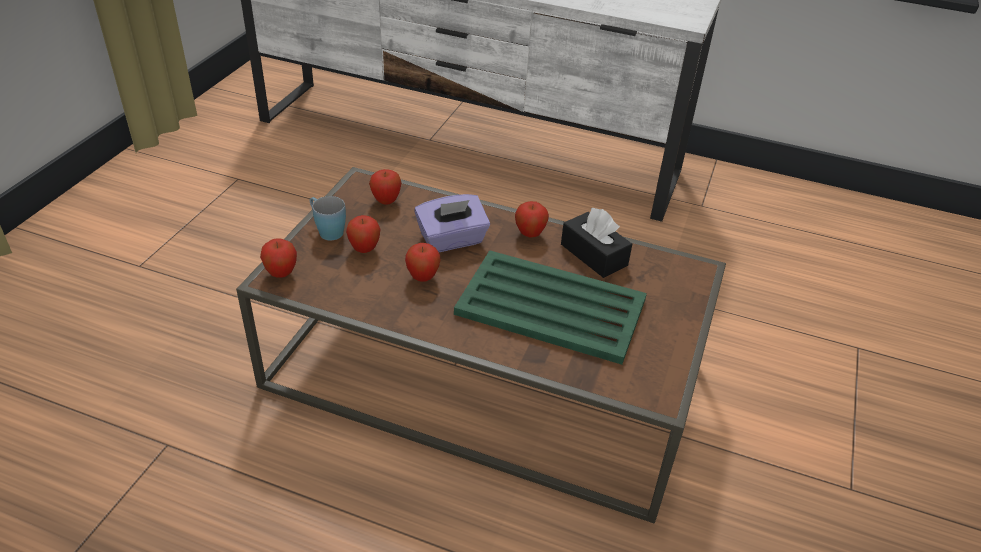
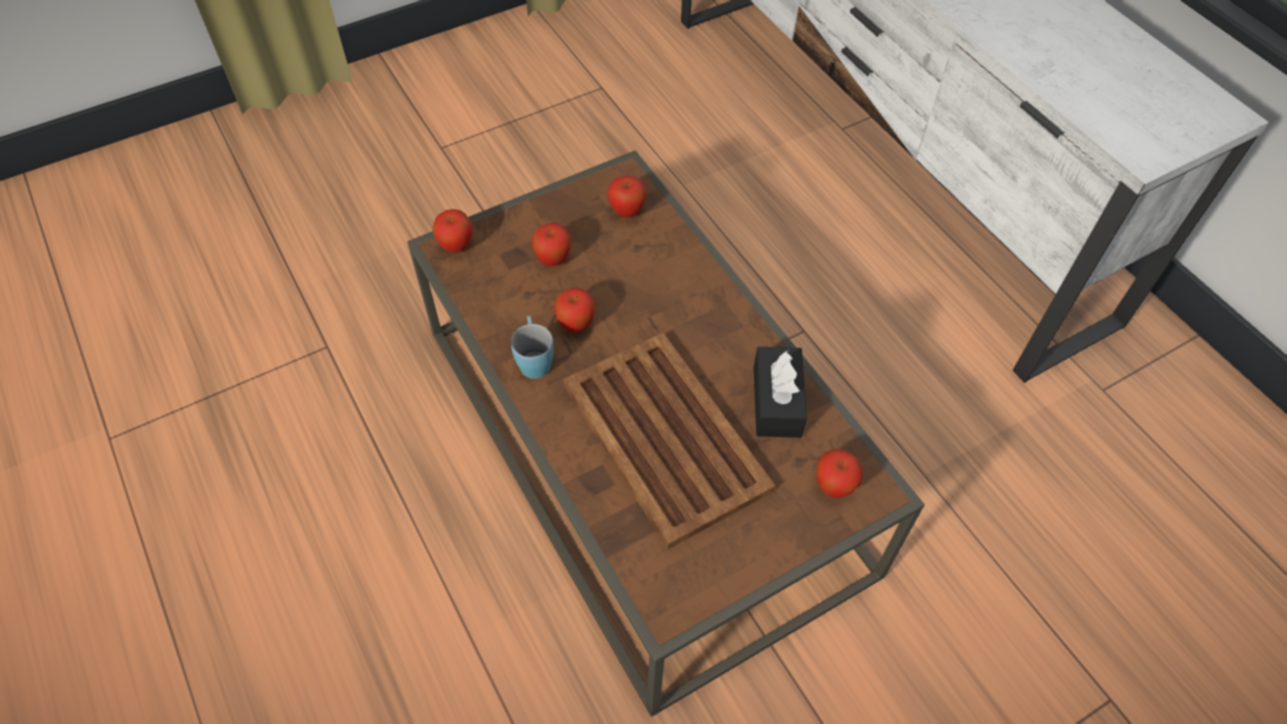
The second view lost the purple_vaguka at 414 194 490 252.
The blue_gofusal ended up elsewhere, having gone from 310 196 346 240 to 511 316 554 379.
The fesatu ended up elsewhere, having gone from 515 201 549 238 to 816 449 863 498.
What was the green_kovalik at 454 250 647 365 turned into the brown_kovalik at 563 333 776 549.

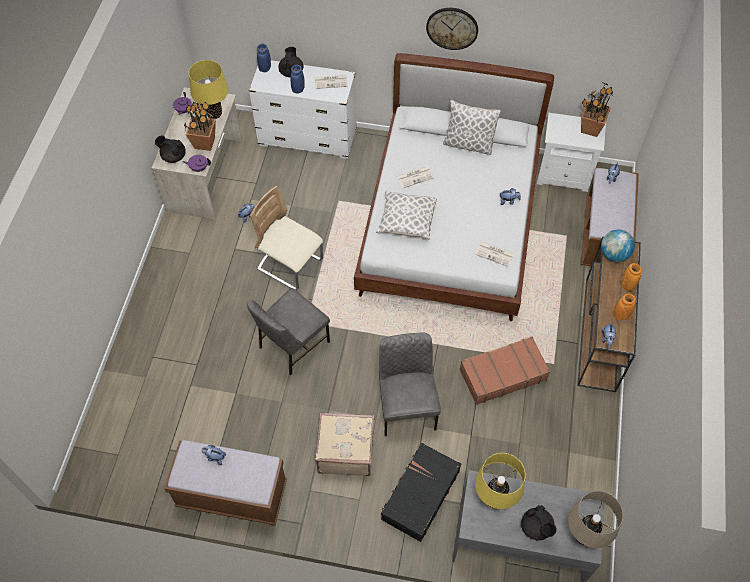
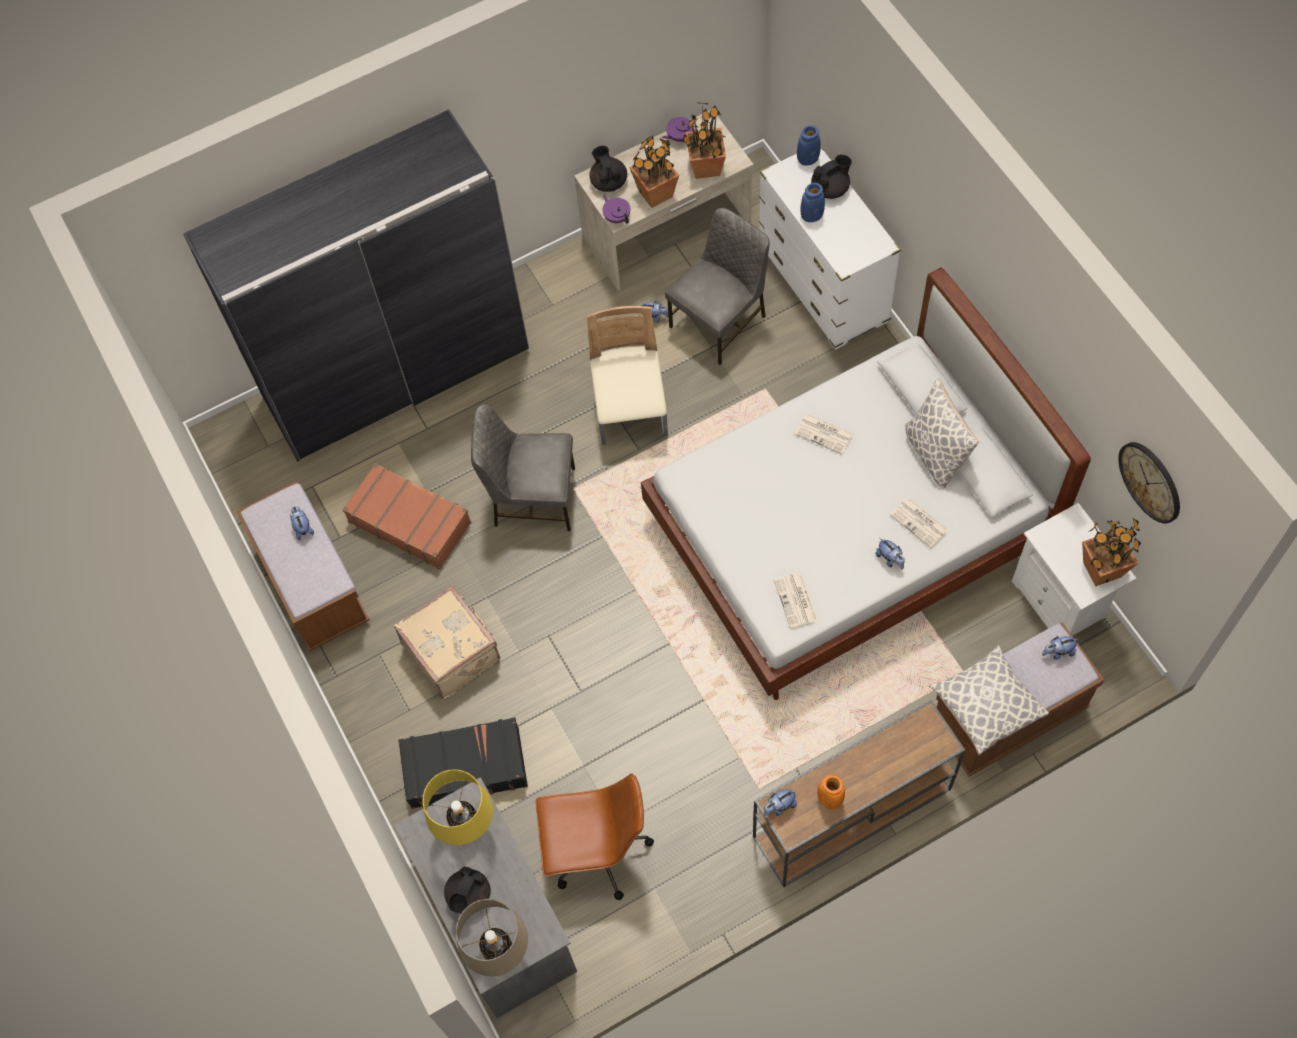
The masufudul ended up elsewhere, having gone from 426 8 478 50 to 1118 442 1180 524.
Where the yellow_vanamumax stood at 189 60 228 119, the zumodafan came to stand at 682 102 726 179.
The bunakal ended up elsewhere, having gone from 315 75 348 89 to 890 498 949 548.
The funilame ended up elsewhere, having gone from 376 190 437 240 to 929 645 1049 755.
The second view lost the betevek at 601 229 635 262.
The second view lost the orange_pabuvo at 621 263 642 291.
The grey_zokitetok ended up elsewhere, having gone from 379 332 441 436 to 665 208 770 365.
The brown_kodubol ended up elsewhere, having gone from 460 337 551 405 to 343 463 471 569.
The second view gained the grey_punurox at 183 109 529 462.
The second view gained the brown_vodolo at 535 773 654 900.

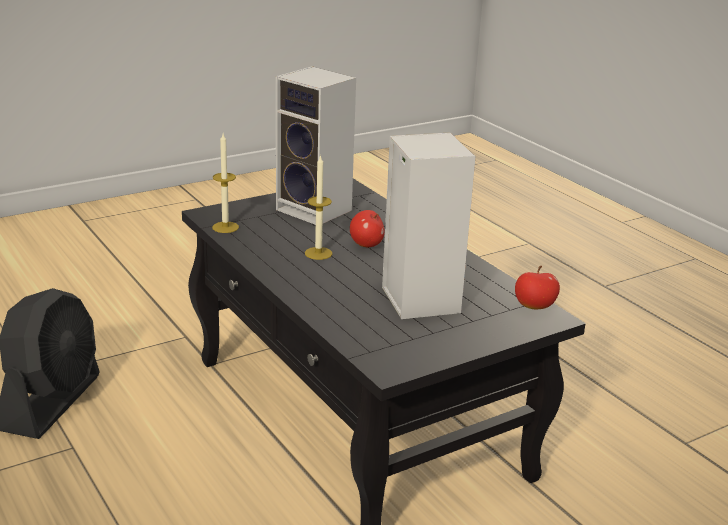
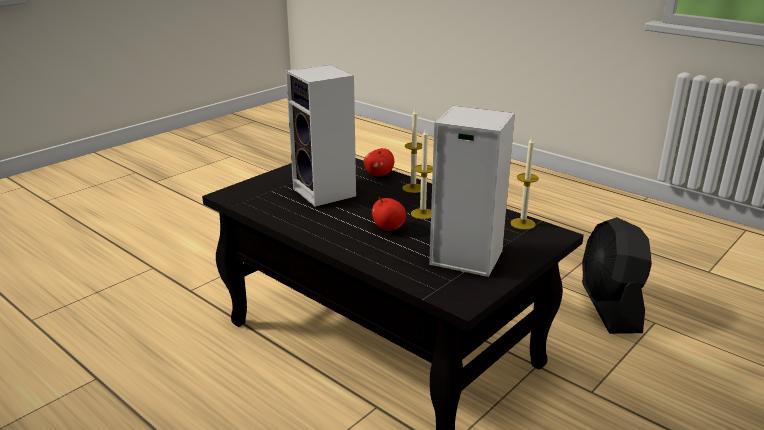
The fesatu ended up elsewhere, having gone from 515 266 560 309 to 364 148 394 176.
The second view gained the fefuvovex at 402 109 422 193.

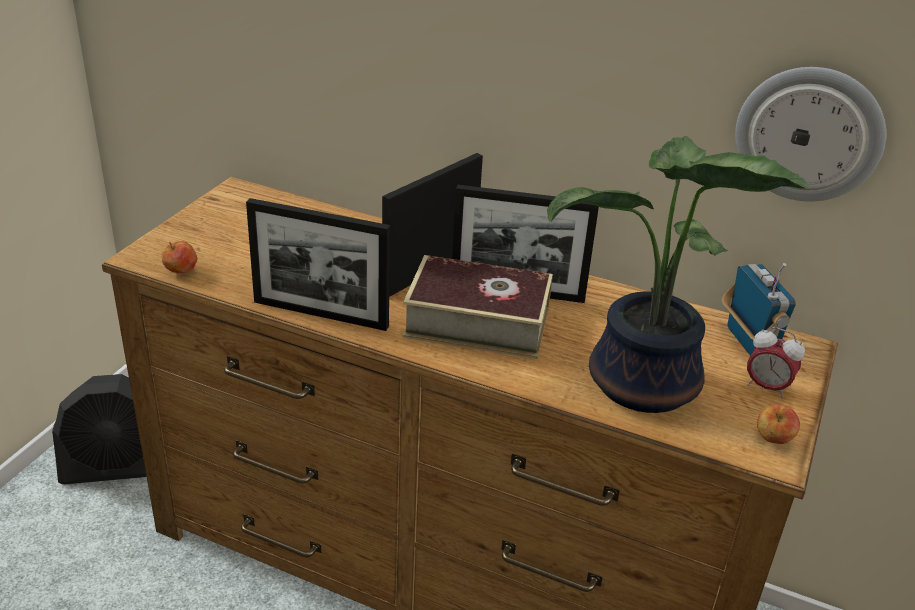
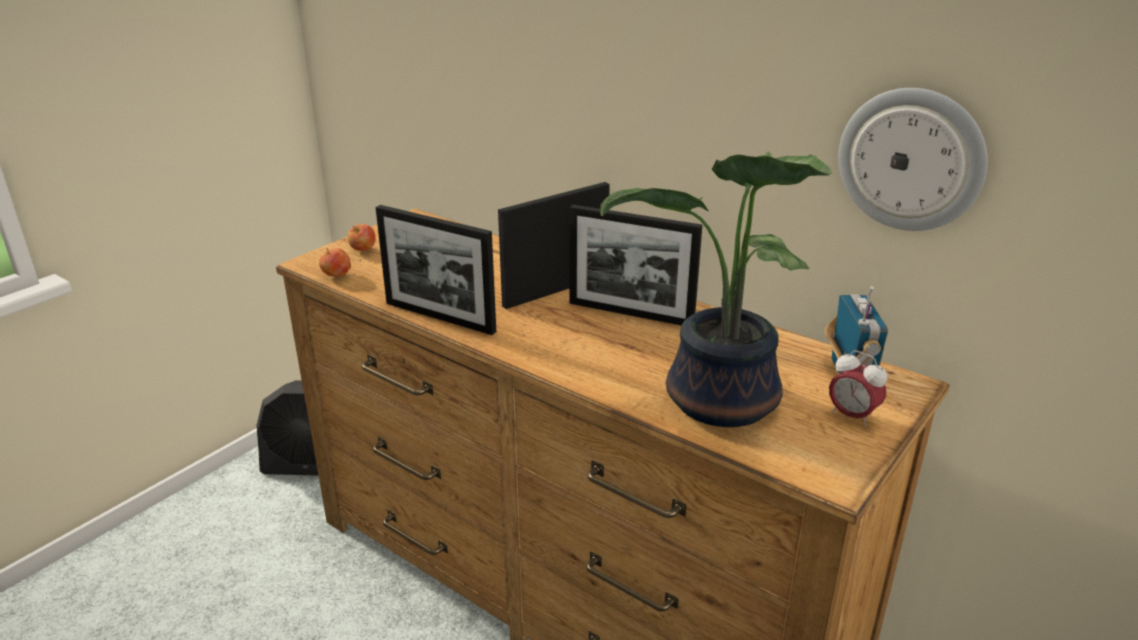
The second view lost the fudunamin at 403 255 553 359.
The fesatu ended up elsewhere, having gone from 757 404 800 444 to 348 224 376 251.

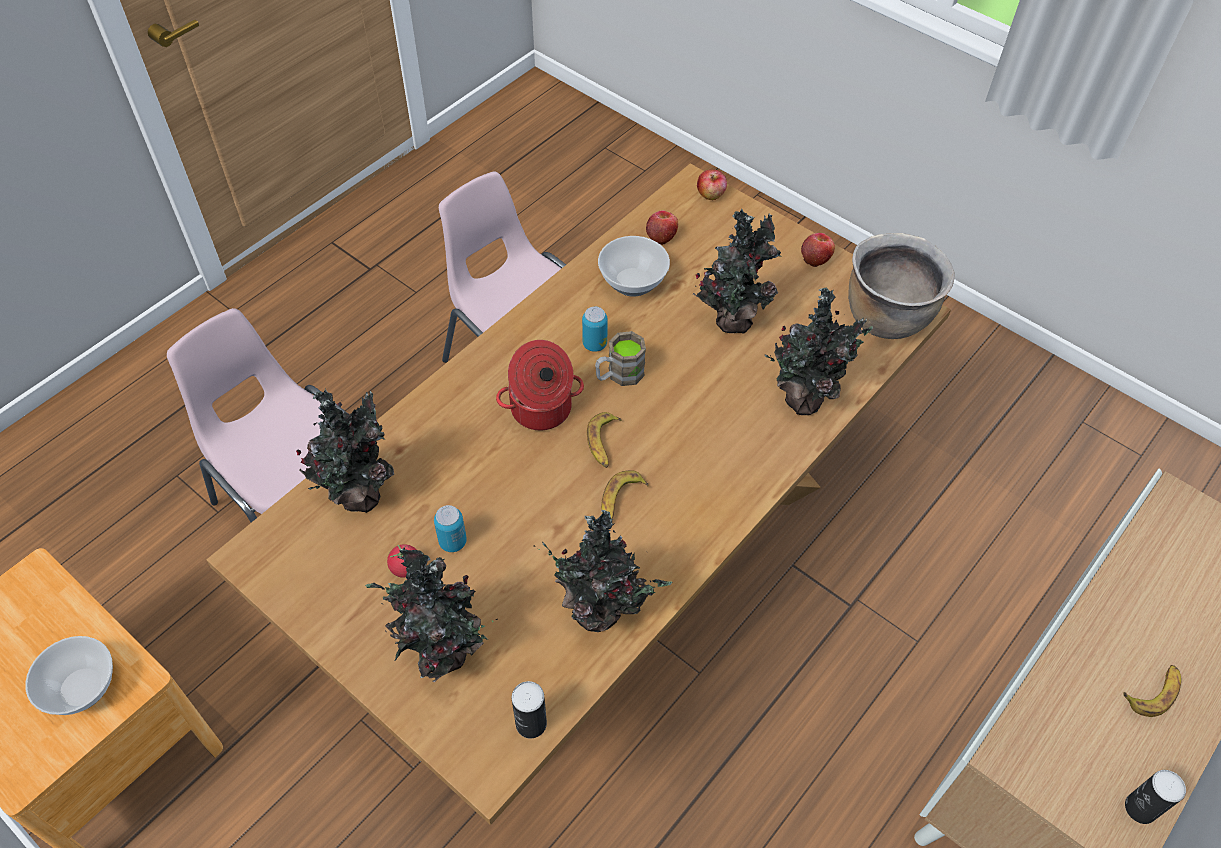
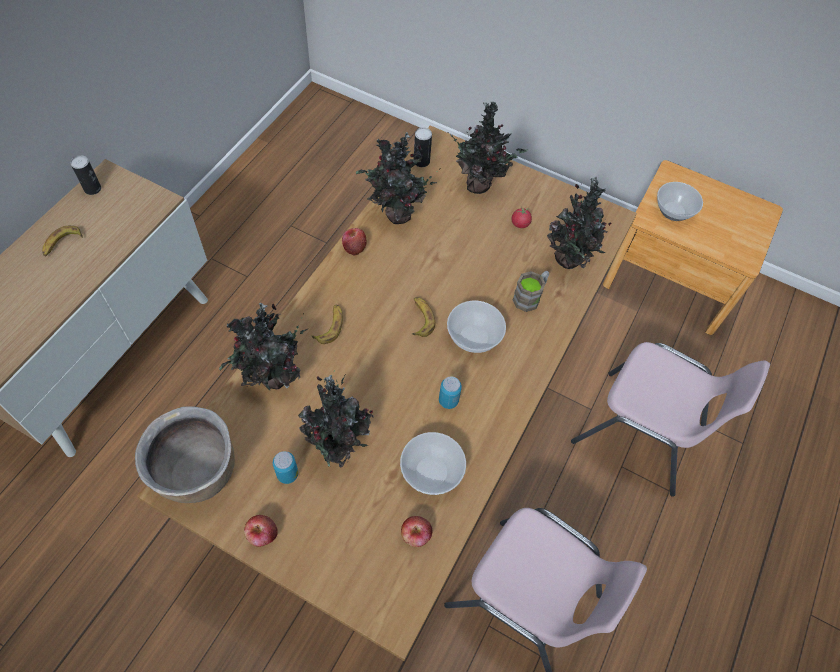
The fesatu ended up elsewhere, having gone from 697 169 727 200 to 342 228 367 256.
The brown_gofusal ended up elsewhere, having gone from 595 331 646 386 to 512 271 549 312.
Where the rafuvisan stood at 496 340 584 430, the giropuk came to stand at 447 301 506 353.
The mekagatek ended up elsewhere, having gone from 601 470 649 519 to 311 305 343 344.
The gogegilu ended up elsewhere, having gone from 434 505 467 552 to 273 451 298 484.

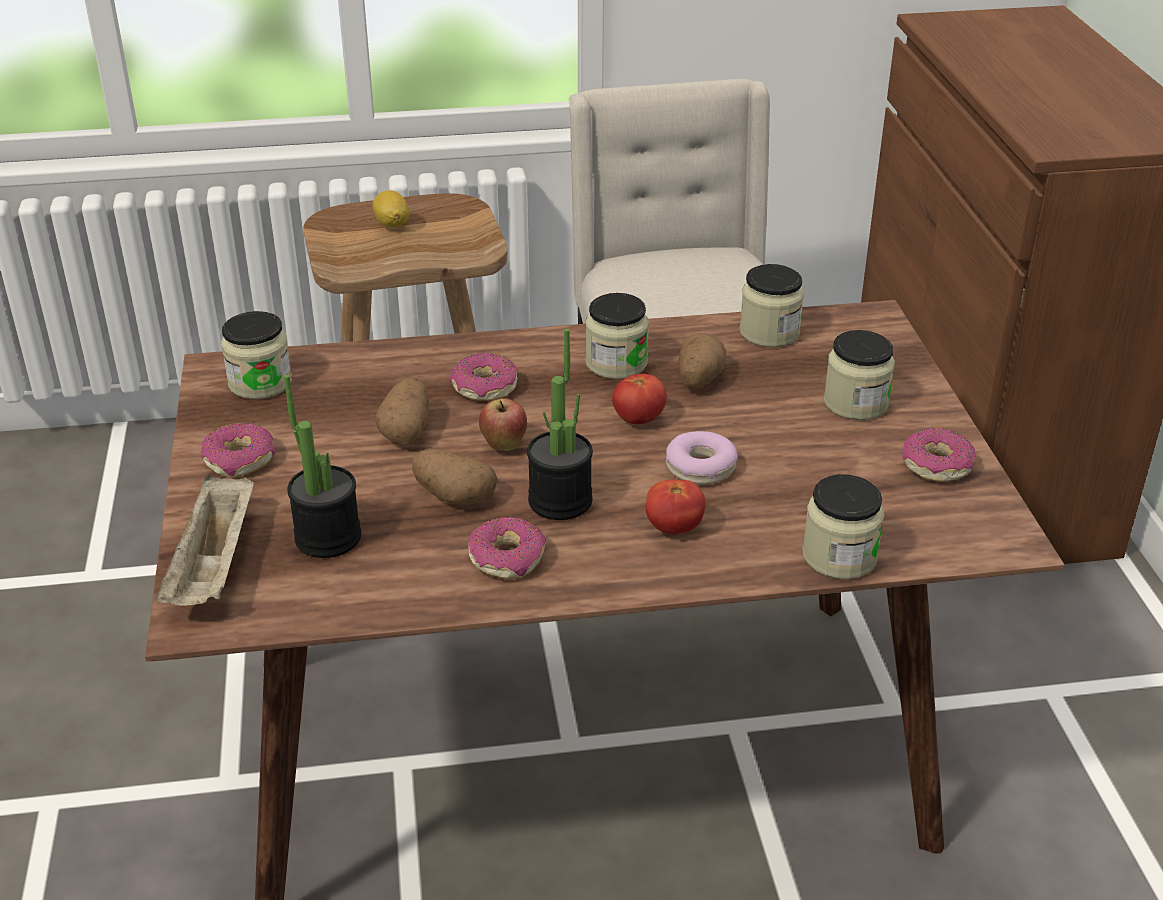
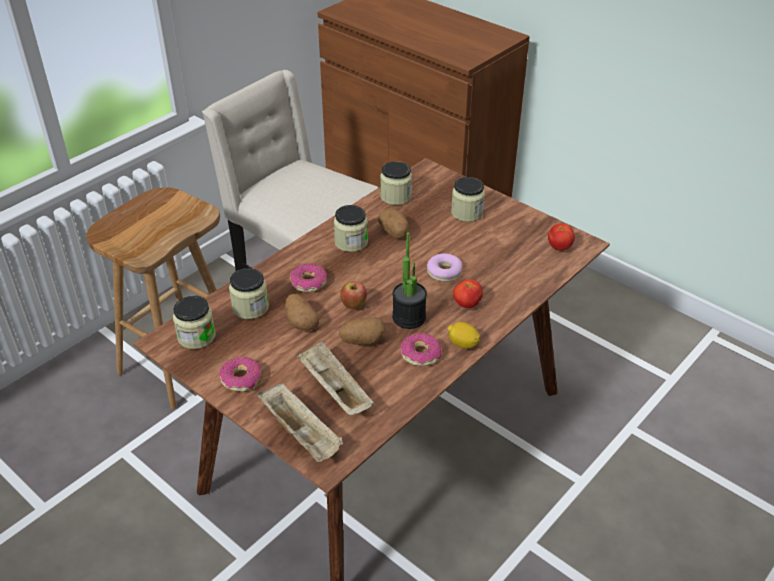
The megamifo ended up elsewhere, having gone from 372 190 409 228 to 448 322 480 349.
The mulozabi ended up elsewhere, having gone from 612 374 667 424 to 548 223 575 251.
Where the zumodafan stood at 284 375 361 558, the beige_kovalik came to stand at 297 341 375 416.
The second view lost the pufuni at 902 428 977 482.
The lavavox ended up elsewhere, having gone from 802 474 884 579 to 229 268 269 319.

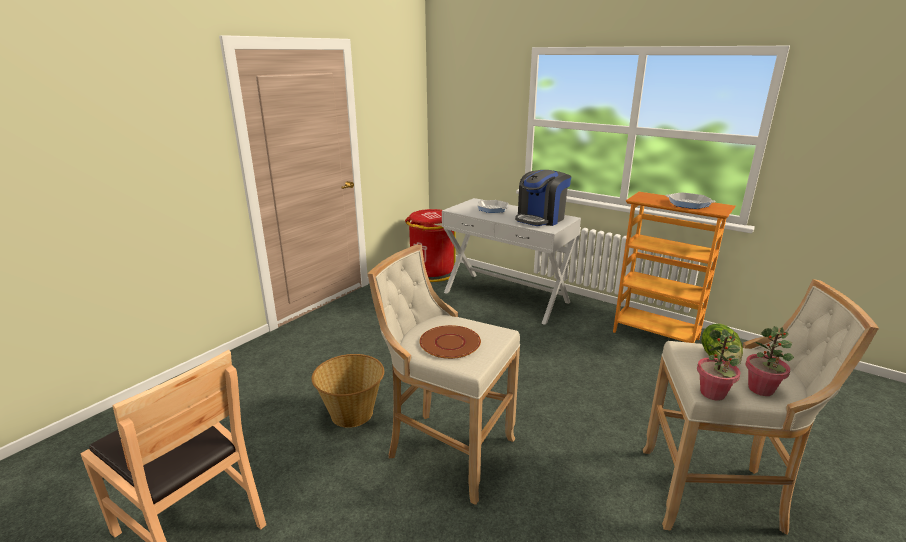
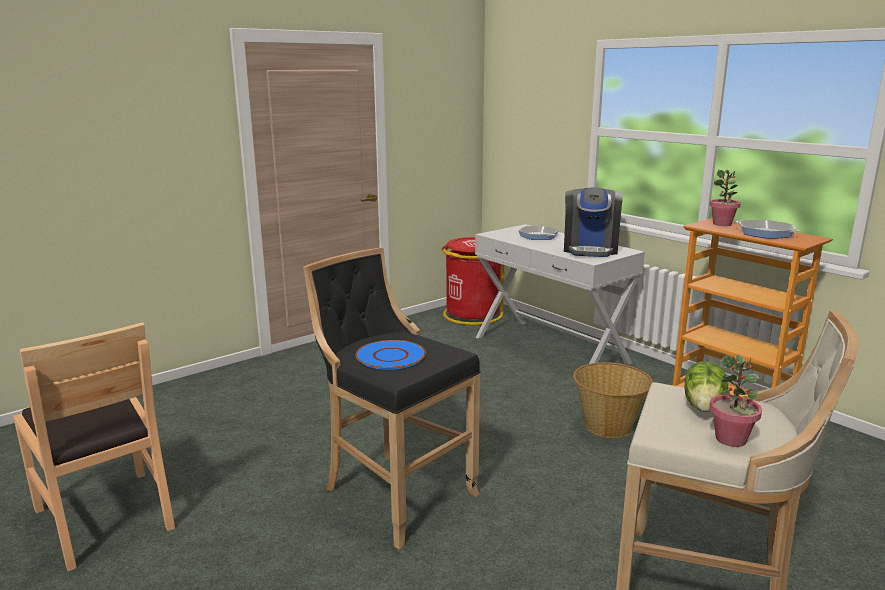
The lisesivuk at 515 170 571 226 ended up facing another way, 45 degrees counterclockwise from before.
What was the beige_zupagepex at 368 245 520 505 turned into the black_zupagepex at 303 248 481 549.
What was the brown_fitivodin at 419 325 481 359 turned into the blue_fitivodin at 355 340 426 370.
The zumodafan ended up elsewhere, having gone from 697 329 741 401 to 709 169 741 226.
The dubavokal ended up elsewhere, having gone from 312 354 384 428 to 573 362 653 438.

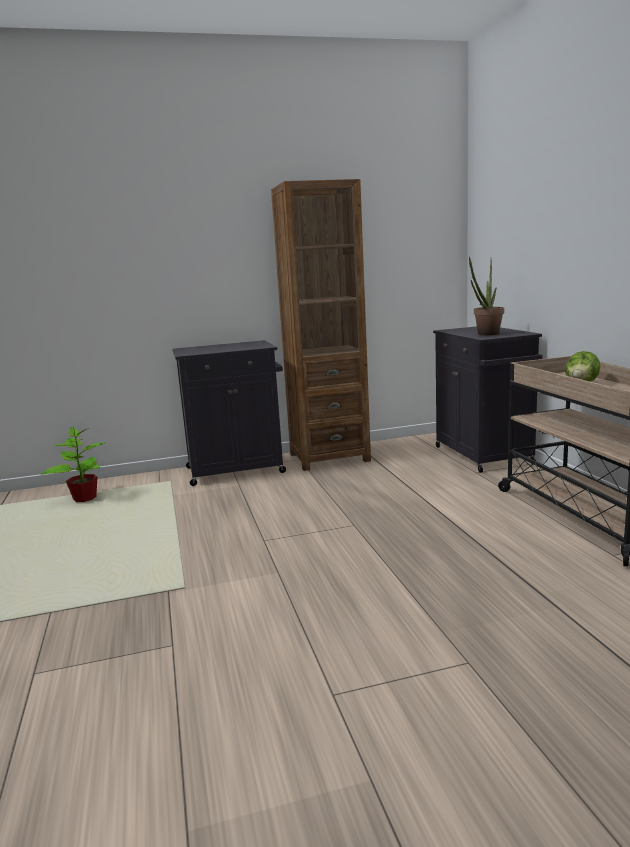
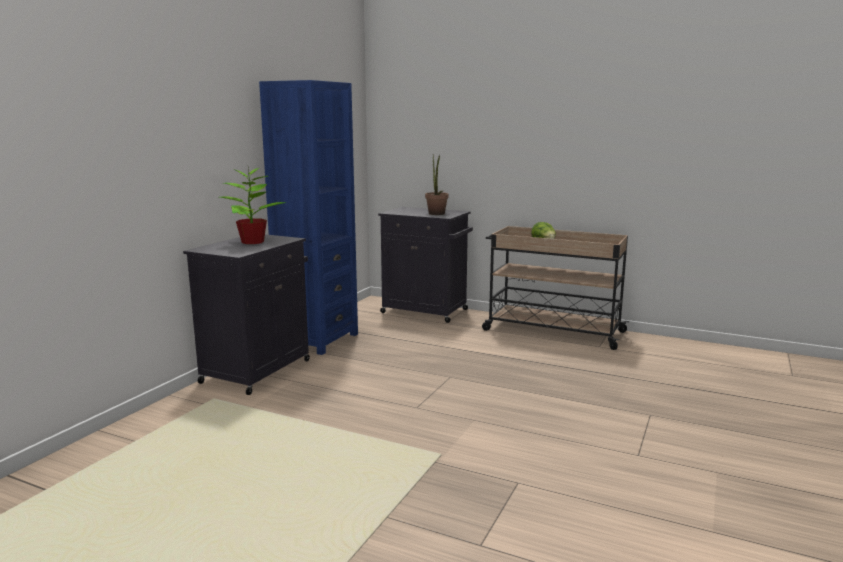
What was the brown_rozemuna at 271 179 371 471 turned into the blue_rozemuna at 259 80 358 355.
The zumodafan ended up elsewhere, having gone from 41 427 105 502 to 219 167 286 244.

